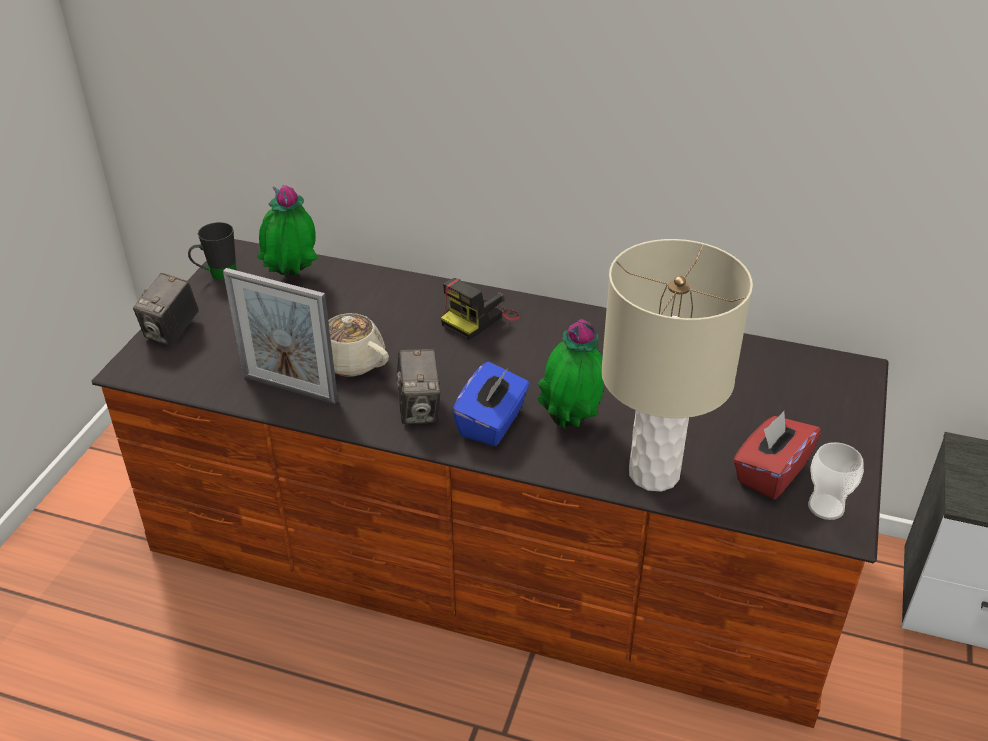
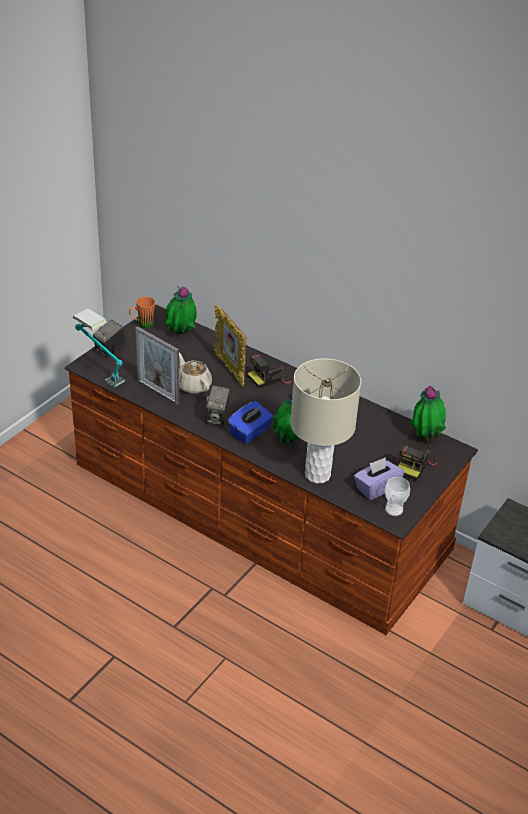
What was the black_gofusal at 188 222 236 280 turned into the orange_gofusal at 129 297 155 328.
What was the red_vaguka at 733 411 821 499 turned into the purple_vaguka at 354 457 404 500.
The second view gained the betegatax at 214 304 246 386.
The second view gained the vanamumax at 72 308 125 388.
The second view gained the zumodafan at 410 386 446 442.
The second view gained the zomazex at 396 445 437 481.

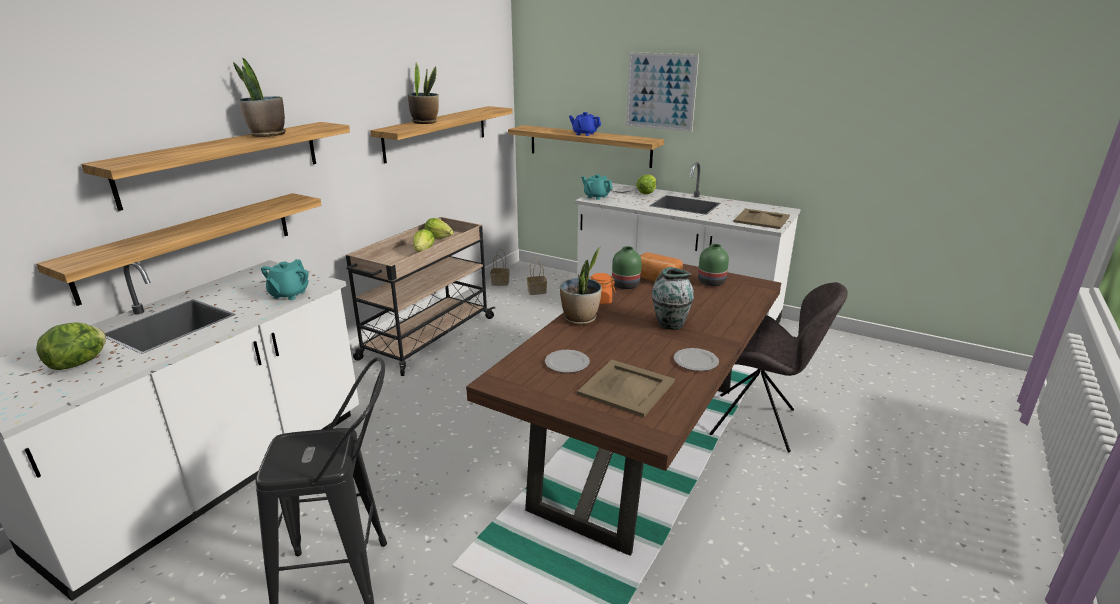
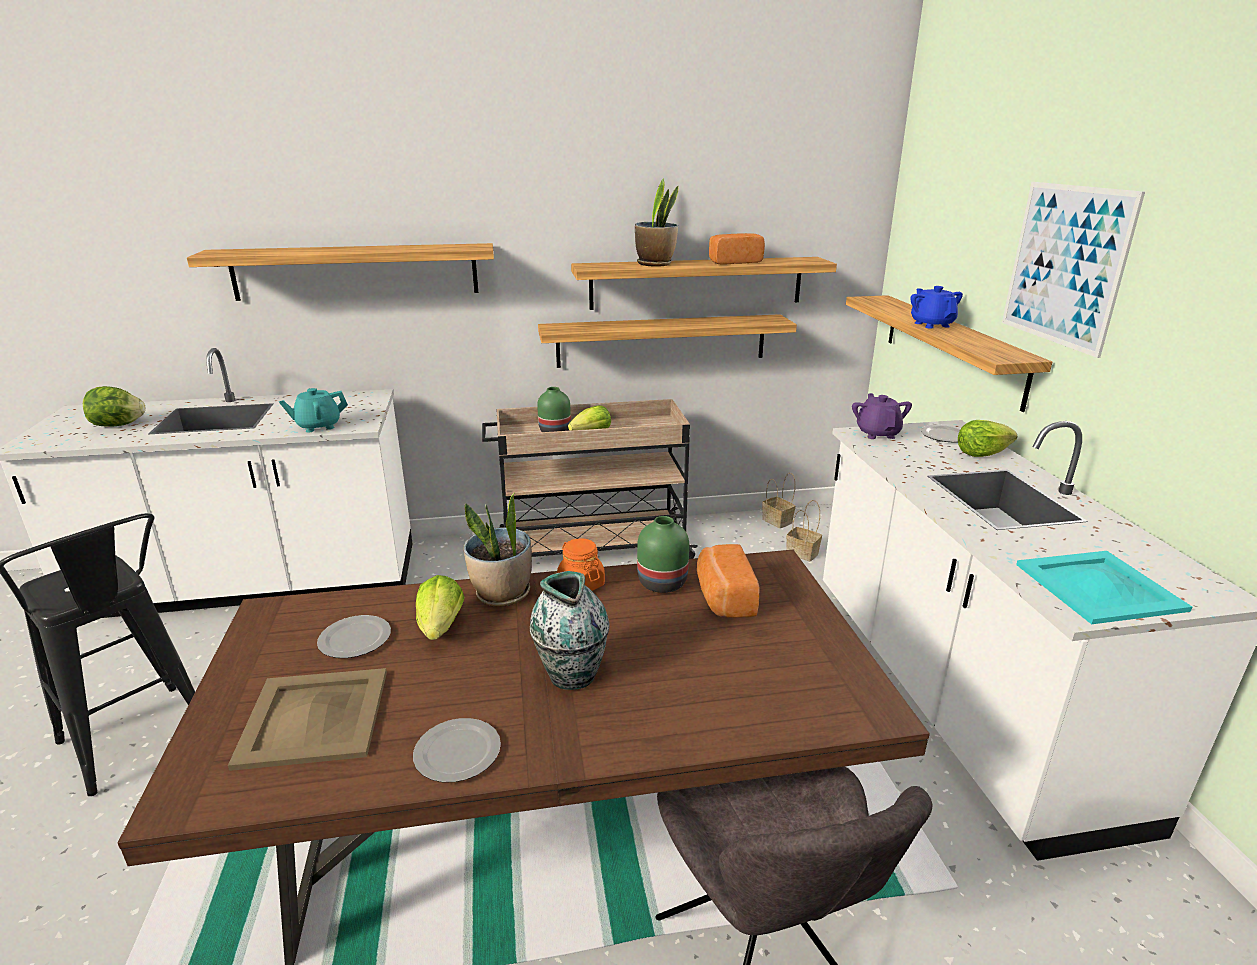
The second view lost the zumodafan at 233 58 286 137.
What was the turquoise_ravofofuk at 581 174 613 200 turned into the purple_ravofofuk at 852 393 912 439.
The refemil ended up elsewhere, having gone from 36 193 322 306 to 538 314 797 368.
What was the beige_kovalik at 734 209 790 229 turned into the turquoise_kovalik at 1016 551 1192 624.
The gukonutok ended up elsewhere, having gone from 425 218 453 239 to 416 575 464 640.
The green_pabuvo ended up elsewhere, having gone from 698 244 729 286 to 537 387 571 432.
The second view gained the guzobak at 709 233 765 264.

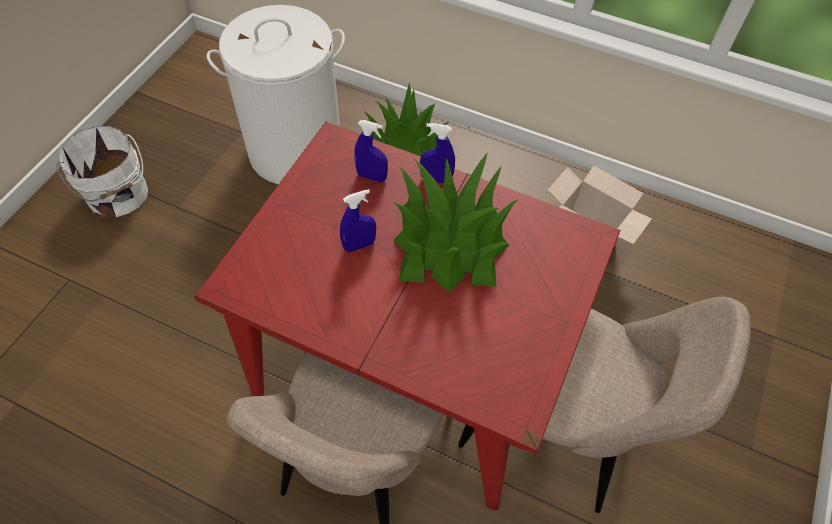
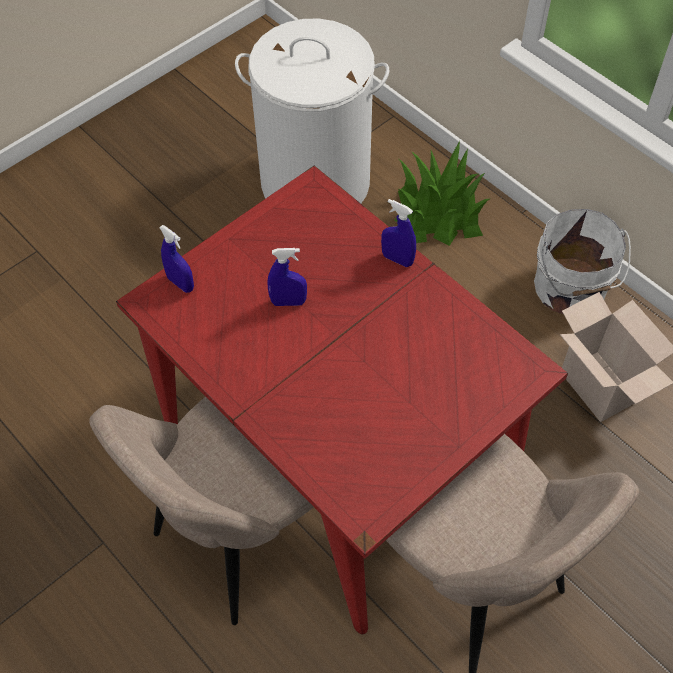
The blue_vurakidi ended up elsewhere, having gone from 354 120 388 182 to 159 225 194 293.
The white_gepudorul ended up elsewhere, having gone from 56 126 148 218 to 534 209 631 314.
The second view lost the zumodafan at 393 152 518 292.

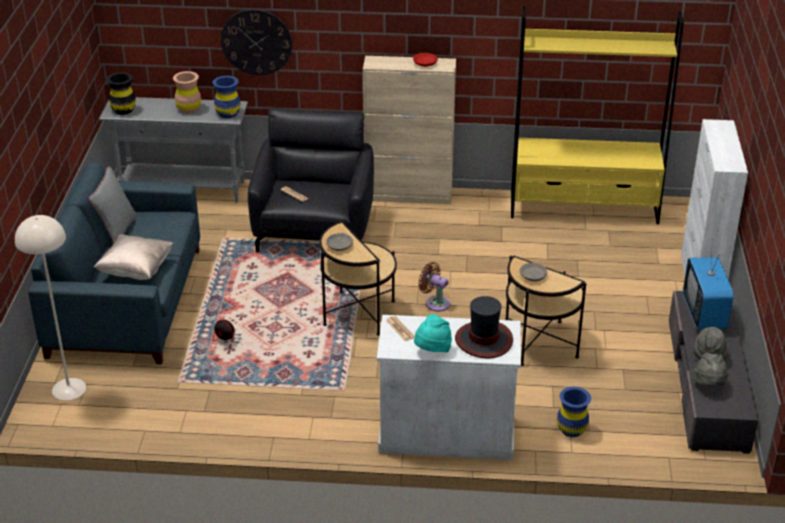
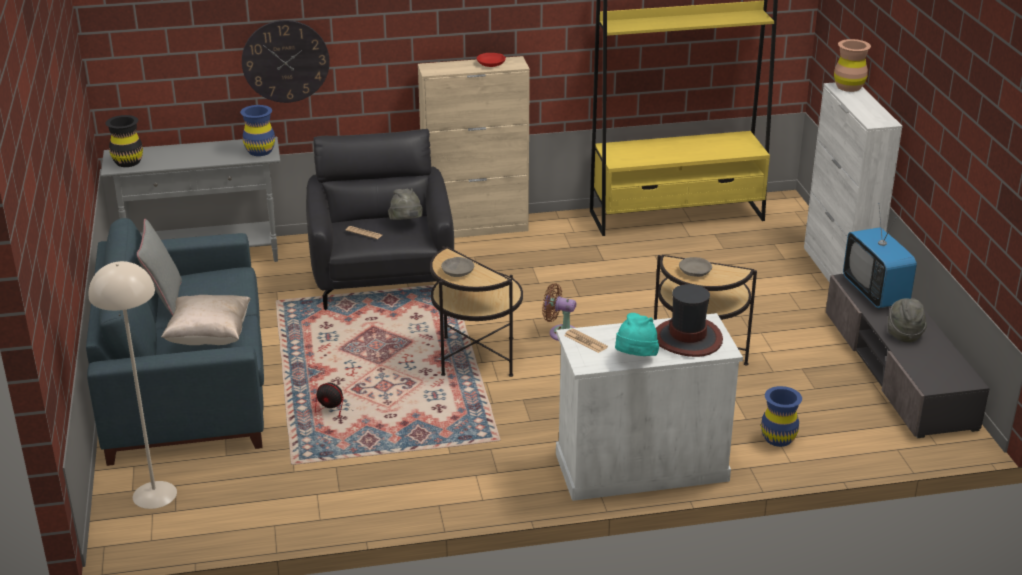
The brown_pabuvo ended up elsewhere, having gone from 173 71 201 114 to 834 39 871 92.
The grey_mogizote ended up elsewhere, having gone from 693 353 729 387 to 388 188 423 220.

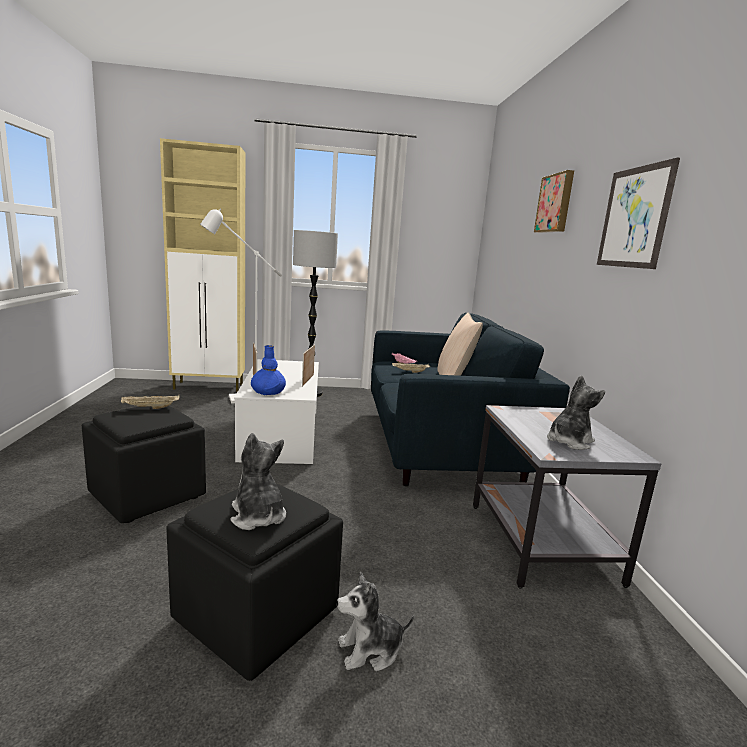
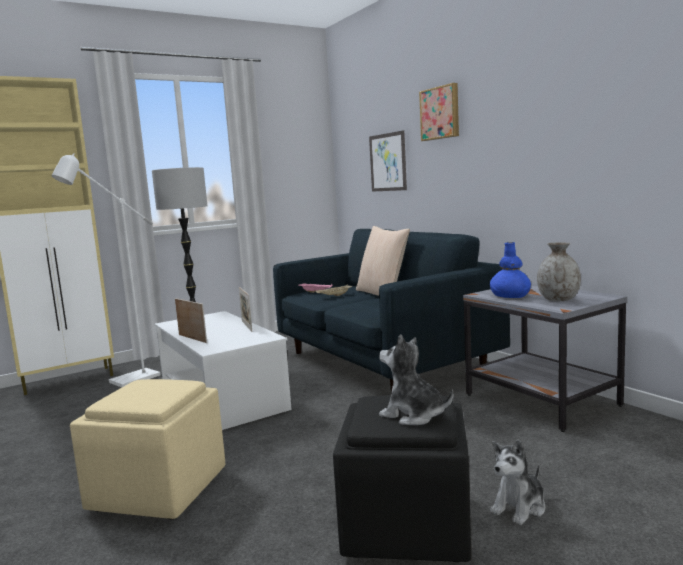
The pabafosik ended up elsewhere, having gone from 597 157 680 269 to 369 130 407 192.
The blue_pabuvo ended up elsewhere, having gone from 251 345 286 395 to 490 242 531 298.
Where the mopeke stood at 547 375 605 450, the grey_pabuvo came to stand at 537 242 581 301.
The second view lost the beige_kovalik at 121 395 180 409.
What was the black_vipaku at 82 406 206 523 turned into the beige_vipaku at 70 379 226 520.

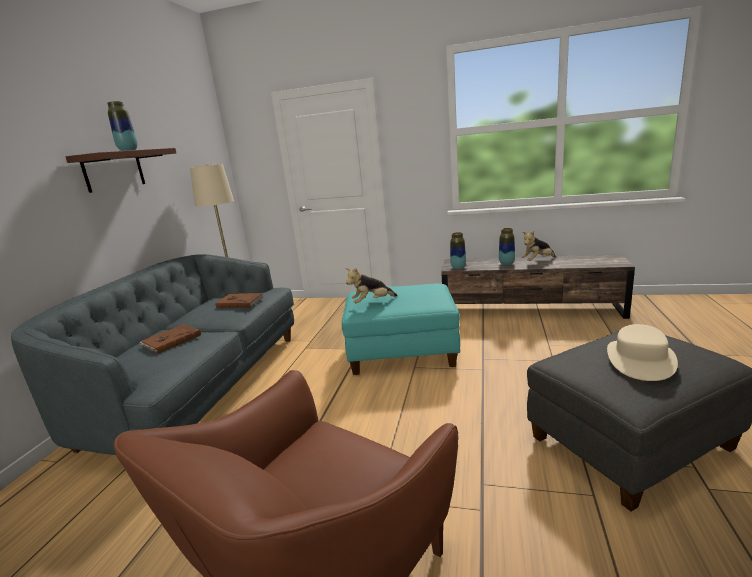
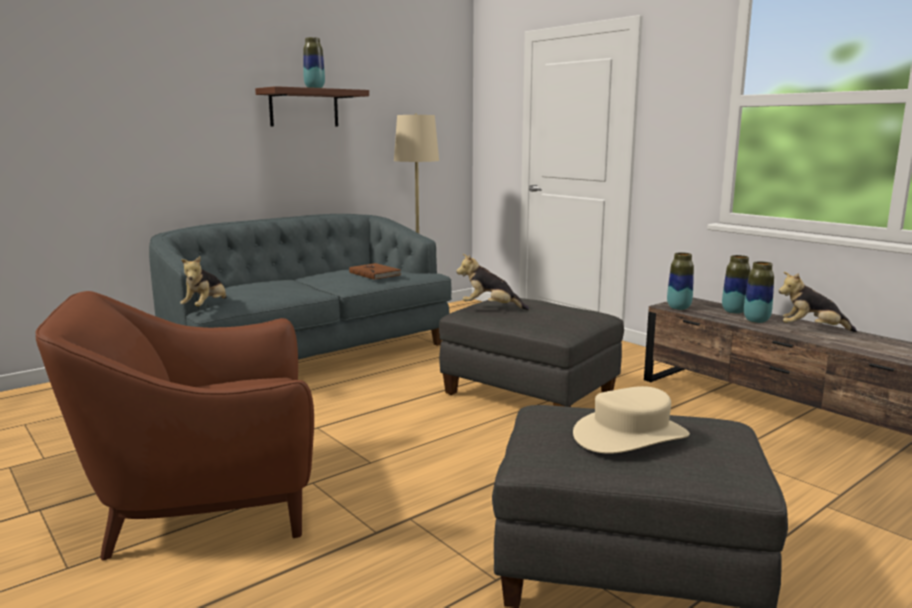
What was the turquoise_vipaku at 342 284 460 375 turned into the grey_vipaku at 439 298 624 407.
The second view lost the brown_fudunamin at 140 324 201 354.
The second view gained the pabuvo at 722 255 751 314.
The second view gained the mopeke at 180 256 226 307.

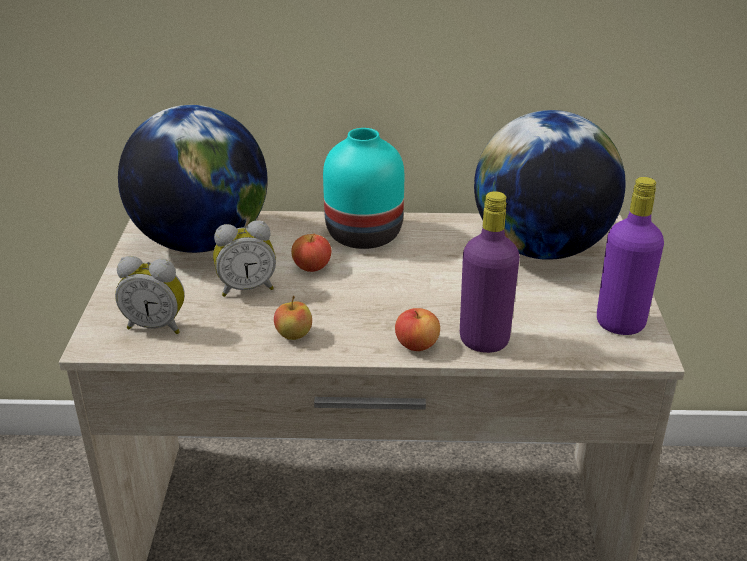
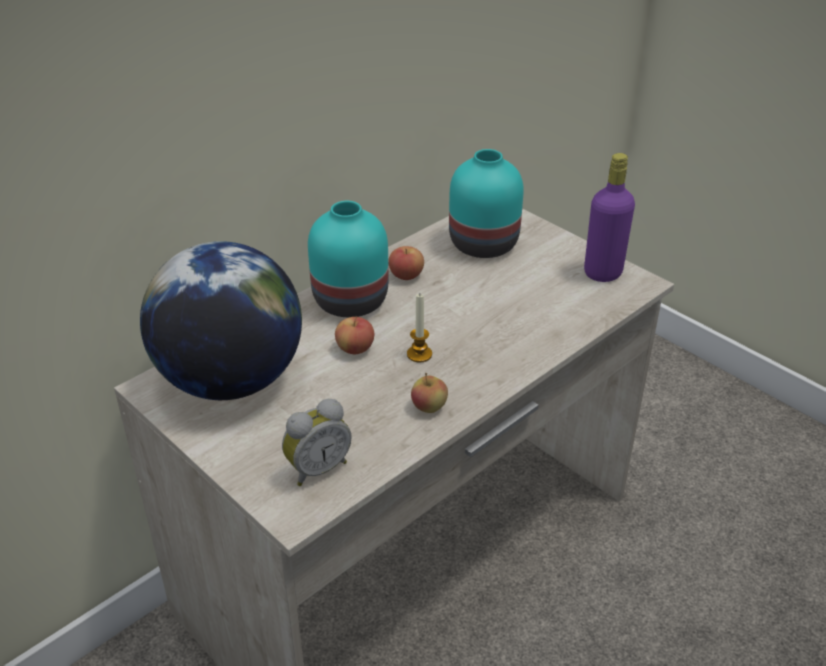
Where the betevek stood at 474 110 626 260, the turquoise_pabuvo came to stand at 449 149 524 258.
The second view lost the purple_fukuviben at 460 191 520 353.
The second view lost the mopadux at 213 220 276 297.
The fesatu ended up elsewhere, having gone from 395 308 440 351 to 389 246 424 280.
The second view gained the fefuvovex at 407 294 432 362.

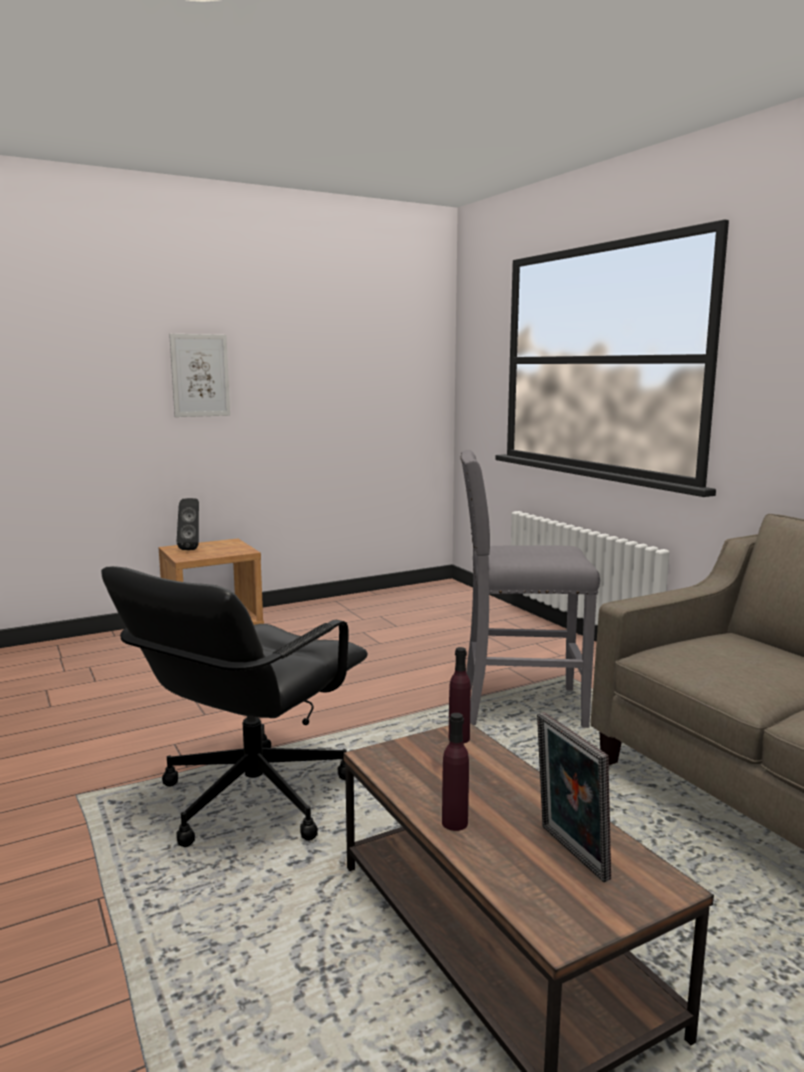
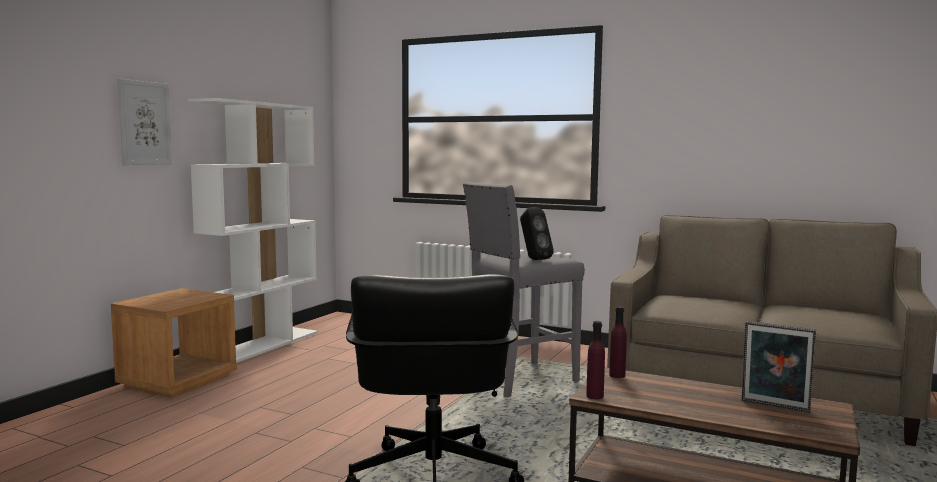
The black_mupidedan ended up elsewhere, having gone from 177 498 199 550 to 520 207 554 260.
The purple_fukuviben ended up elsewhere, having gone from 442 713 469 831 to 586 321 605 399.
The second view gained the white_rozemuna at 188 98 318 363.

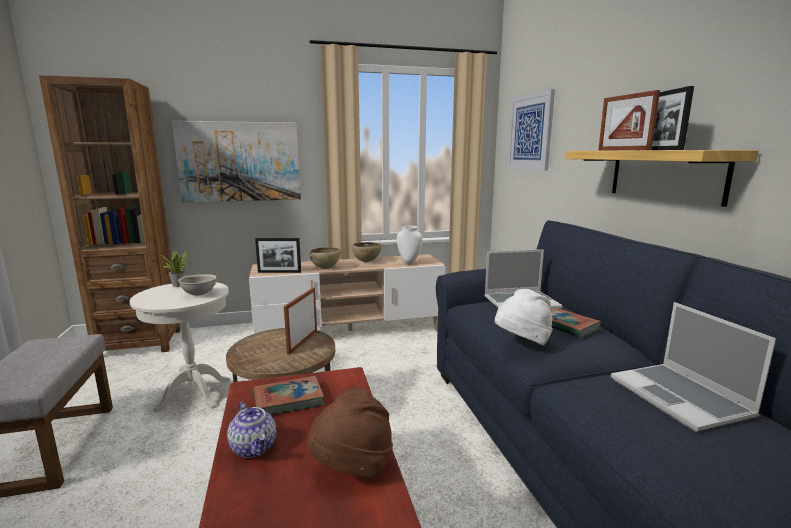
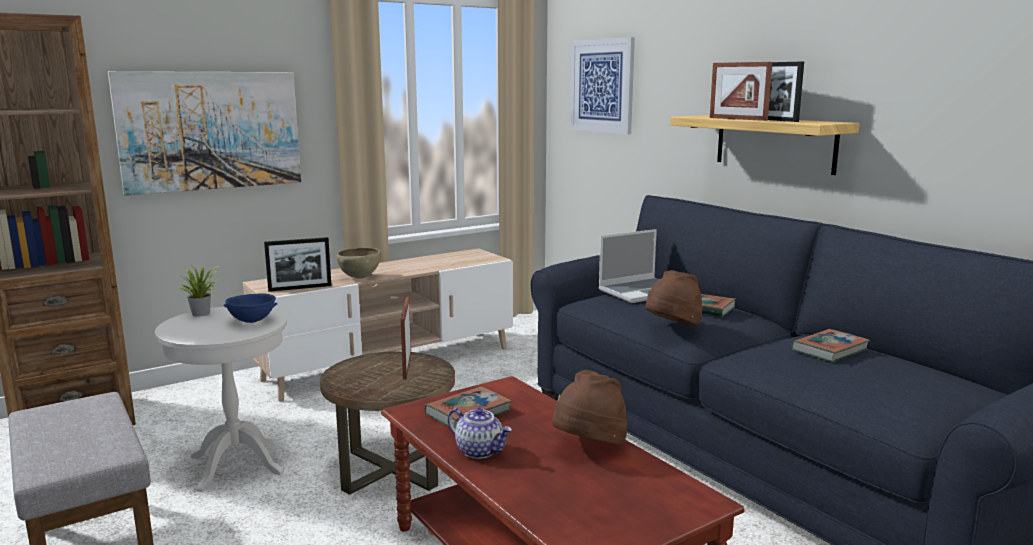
The second view lost the white_pabuvo at 397 226 423 265.
The second view lost the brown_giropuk at 352 242 381 262.
What was the grey_giropuk at 178 274 217 296 turned into the blue_giropuk at 223 293 278 323.
What was the white_mogizote at 495 289 553 345 turned into the brown_mogizote at 646 270 703 326.
Where the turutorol stood at 611 302 776 432, the fudunamin came to stand at 791 329 870 362.

